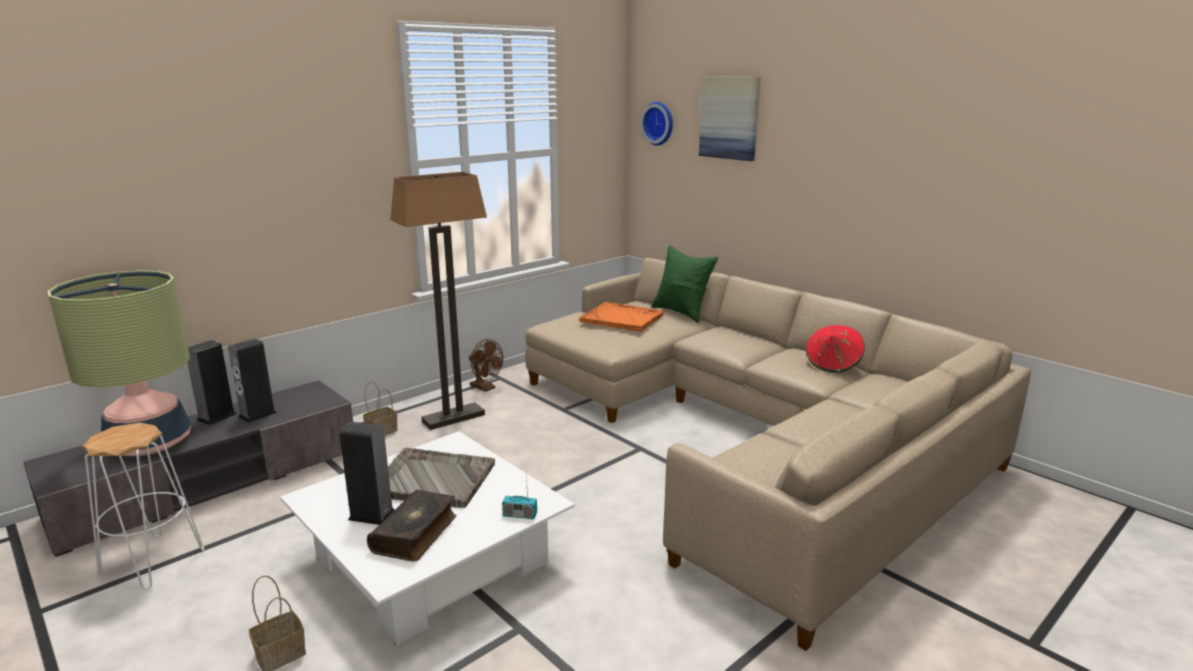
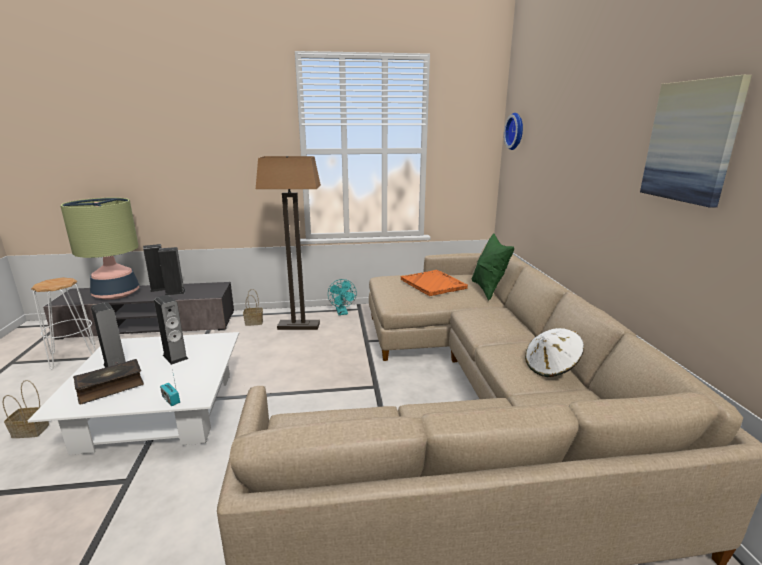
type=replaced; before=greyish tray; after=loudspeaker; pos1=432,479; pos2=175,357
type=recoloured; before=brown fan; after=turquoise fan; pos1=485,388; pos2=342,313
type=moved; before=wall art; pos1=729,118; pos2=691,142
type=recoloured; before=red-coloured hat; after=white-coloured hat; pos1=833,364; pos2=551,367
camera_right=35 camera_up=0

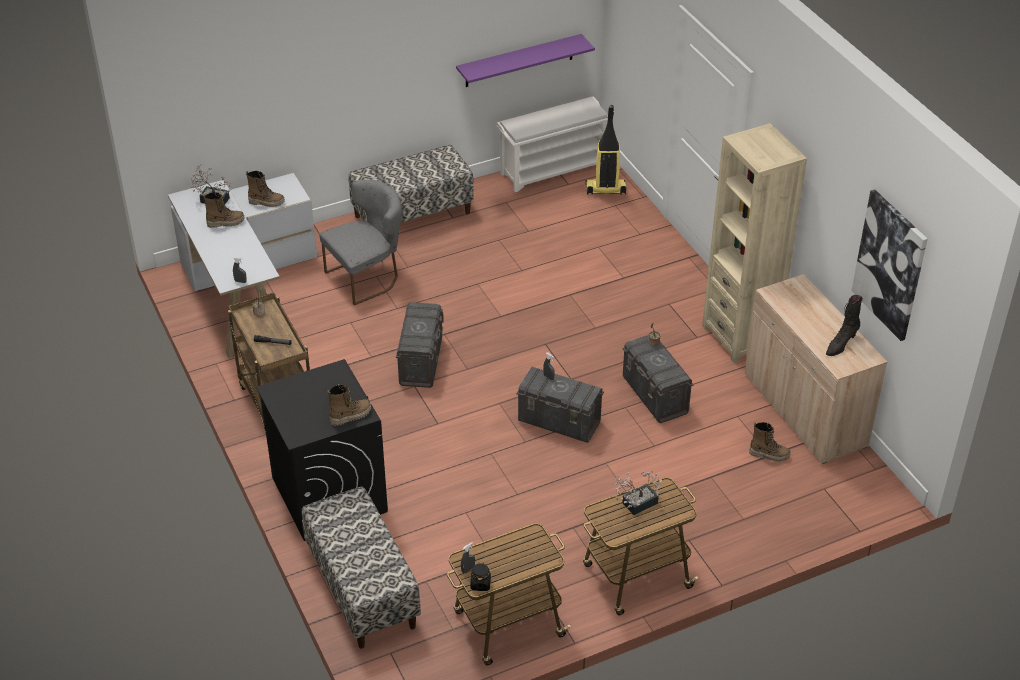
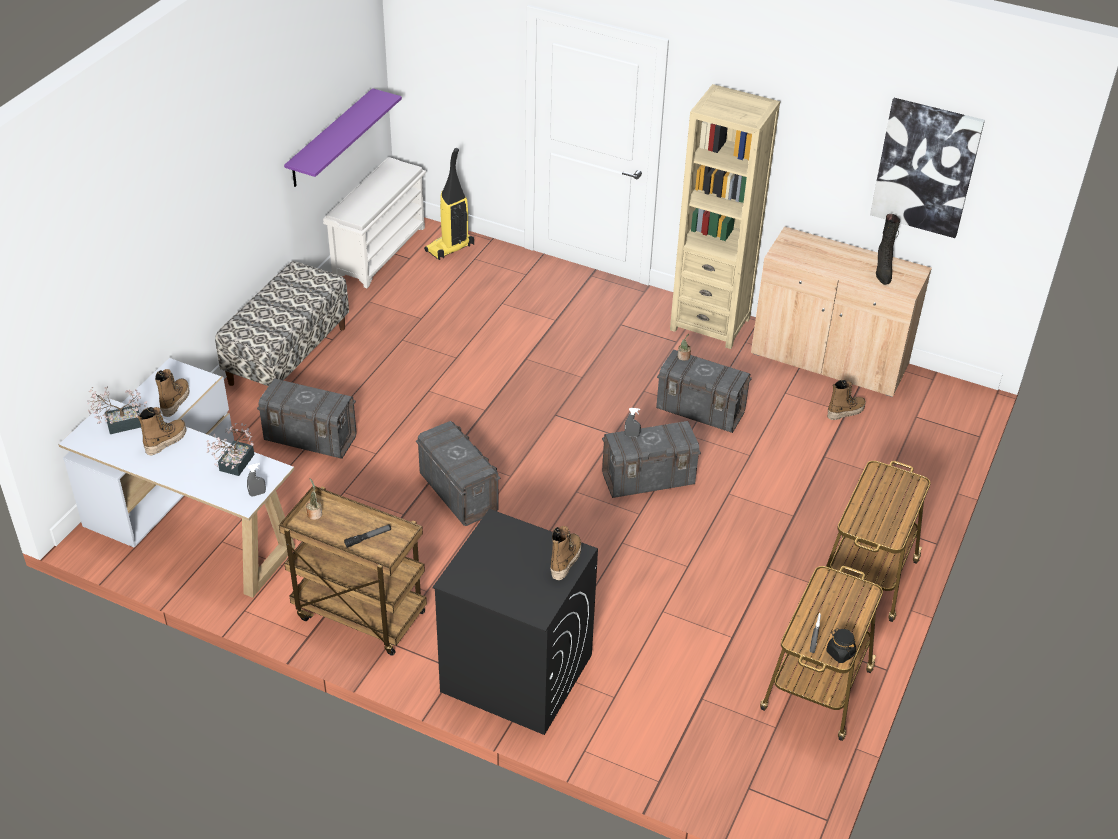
type=turned; before=high-top boot; pos1=266,202; pos2=175,401; turn=-45
type=removed; before=bench; pos1=361,589
type=replaced; before=greyish plain chair; after=greyish storage bin; pos1=367,277; pos2=310,438
type=moved; before=plant in a pot; pos1=636,504; pos2=234,465
camera_right=-40 camera_up=0

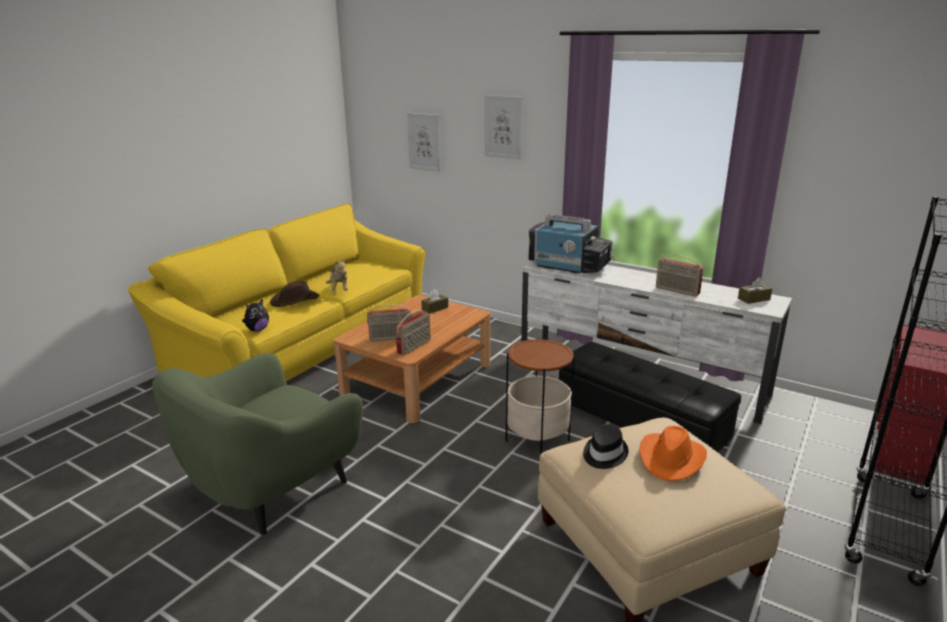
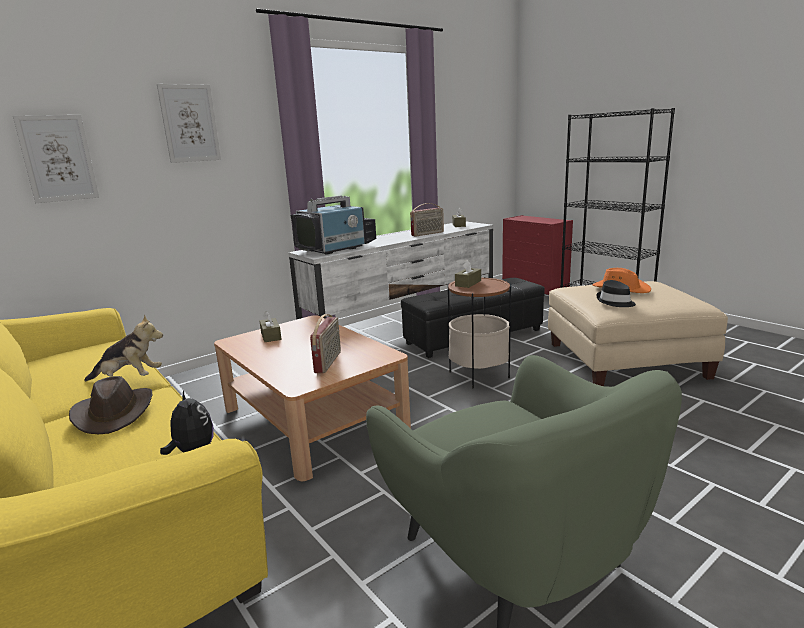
type=removed; before=radio set; pos1=414,347
type=added; after=brown tissue holder; pos2=468,283
camera_right=-70 camera_up=-5

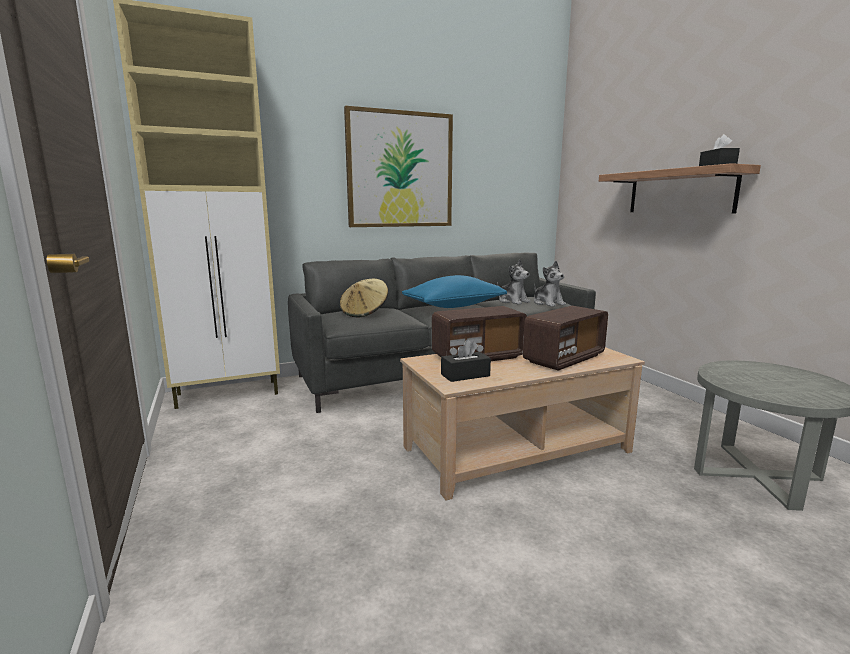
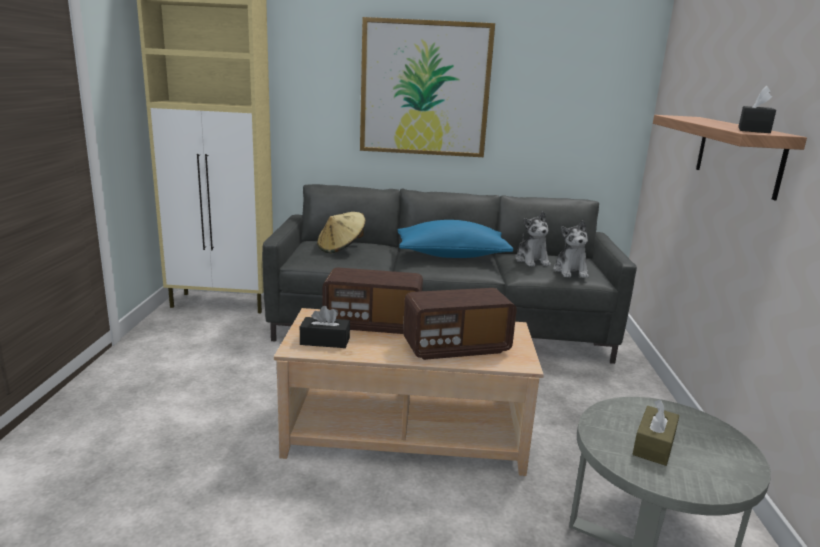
type=added; after=brown tissue holder; pos2=654,445
camera_right=25 camera_up=5

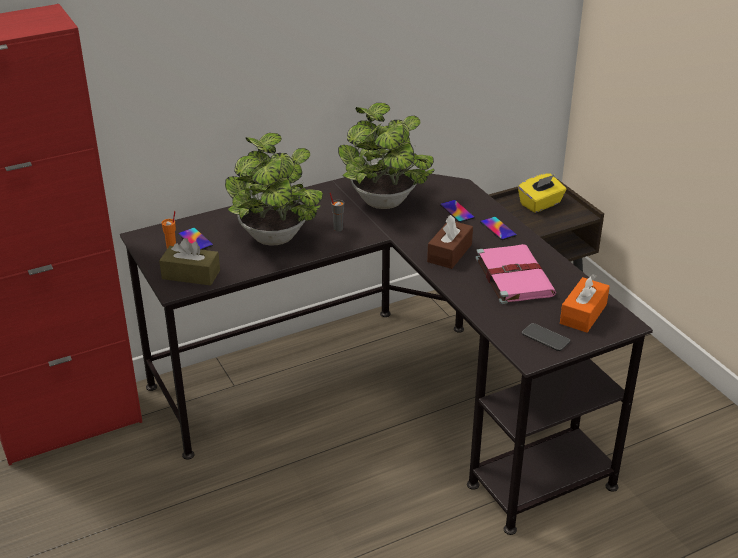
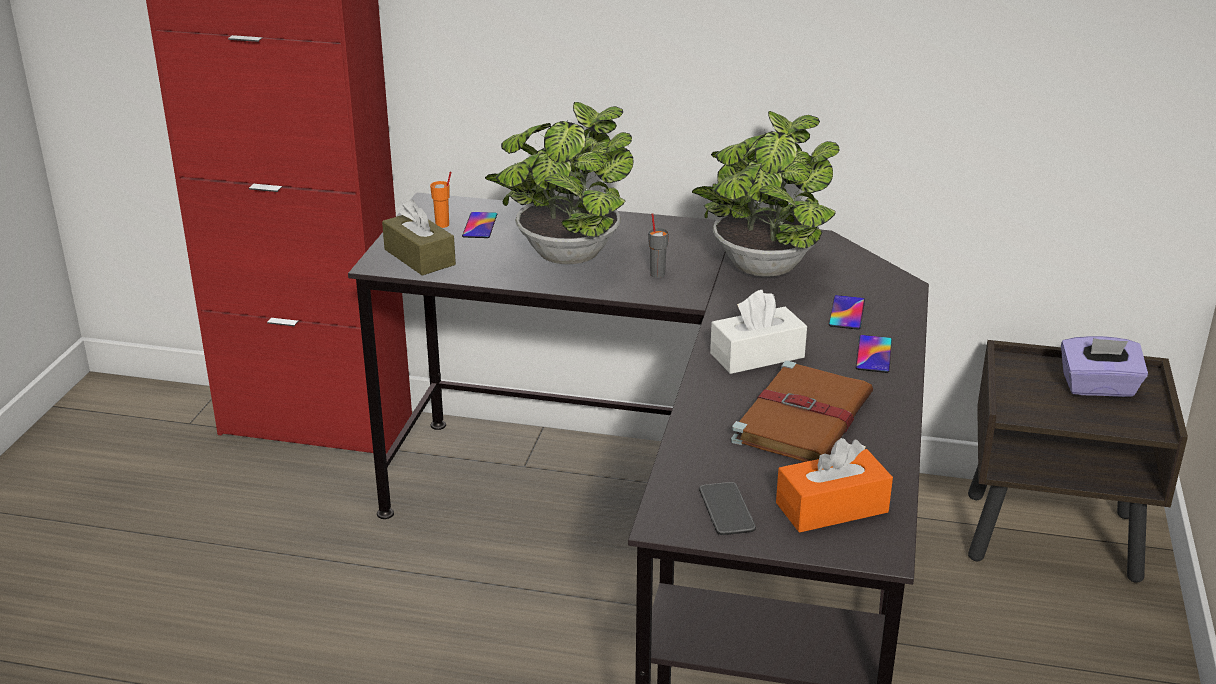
type=recoloured; before=brown tissue holder; after=white-coloured tissue holder; pos1=449,253; pos2=757,355
type=recoloured; before=pink-coloured volume; after=brown volume; pos1=513,276; pos2=803,417
type=recoloured; before=yellowish tissue holder; after=purple-coloured tissue holder; pos1=540,204; pos2=1098,387
camera_right=40 camera_up=-5

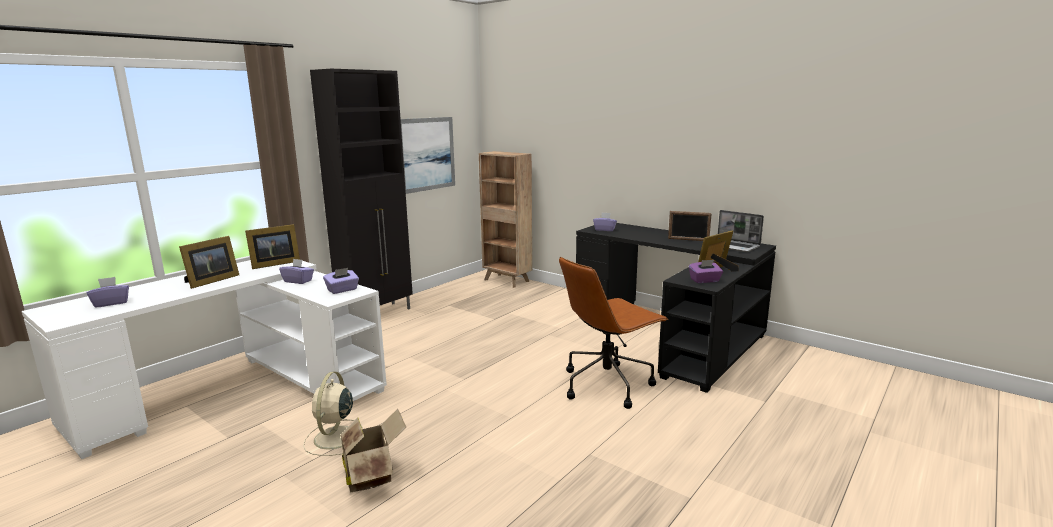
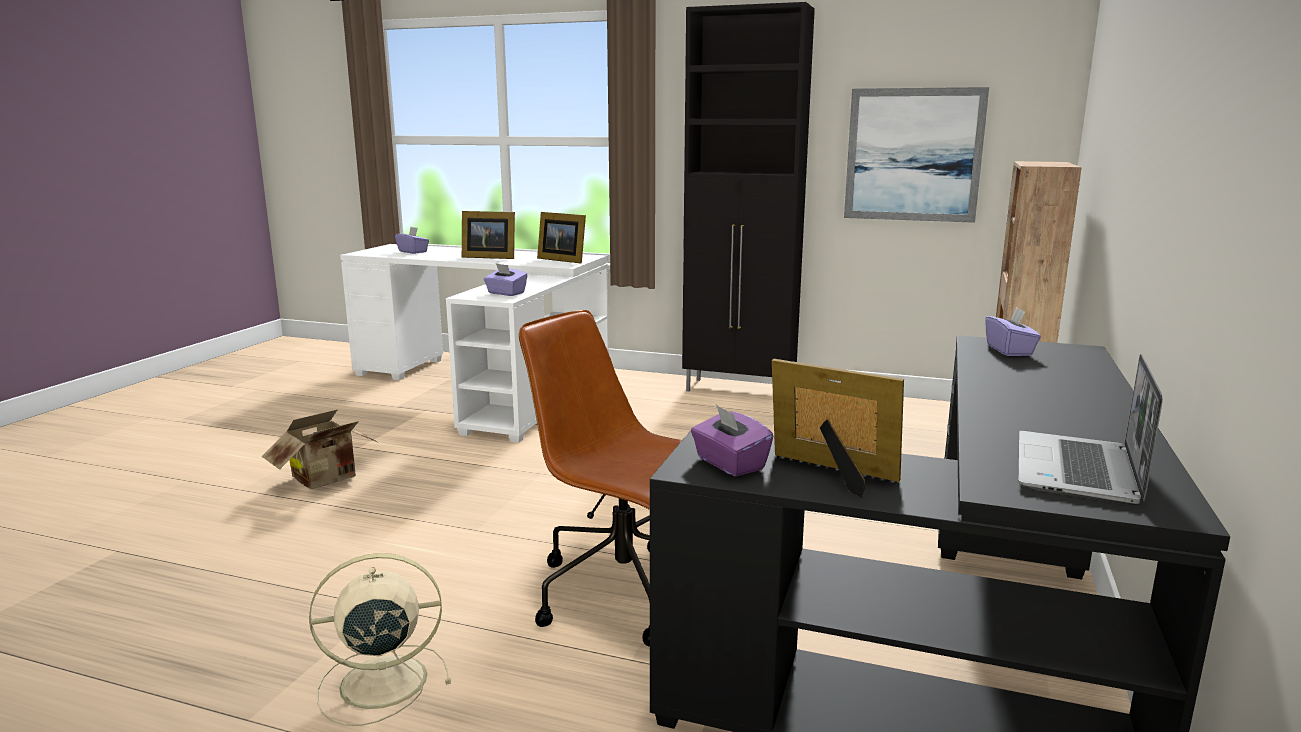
type=removed; before=purple-coloured tissue holder; pos1=298,281
type=moved; before=beige-coloured fan; pos1=334,438; pos2=379,682
type=removed; before=standing frame; pos1=688,240
camera_right=70 camera_up=0

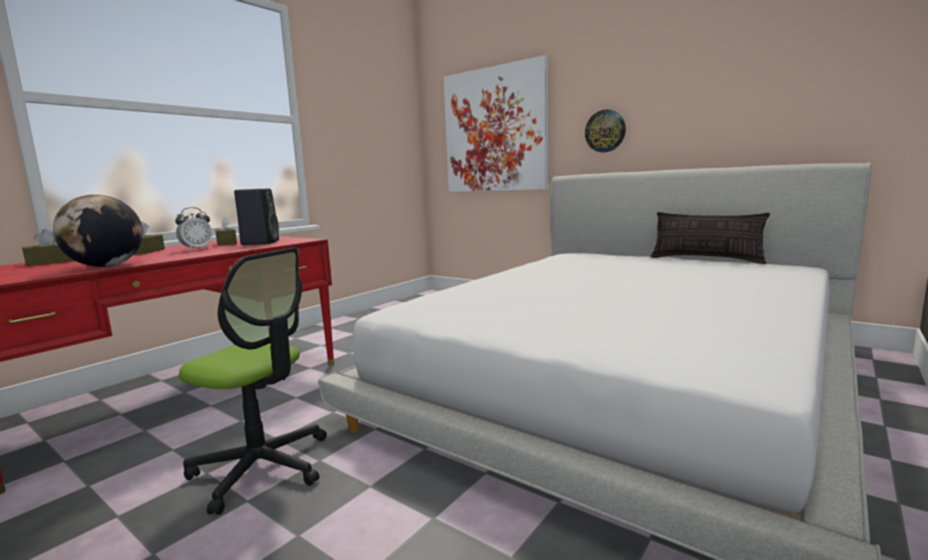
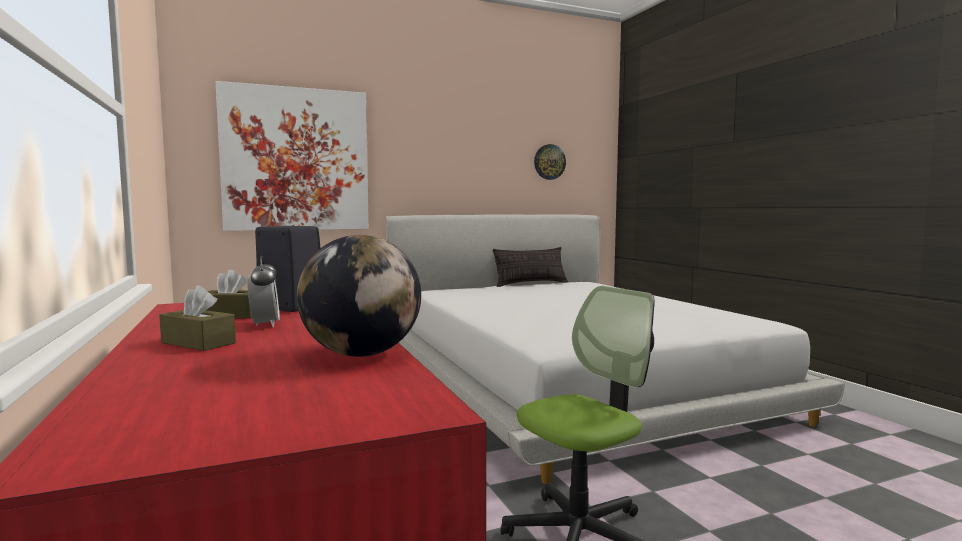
type=removed; before=brown tissue holder; pos1=52,262
type=moved; before=clock on the wall; pos1=605,131; pos2=549,162
camera_right=-60 camera_up=-5

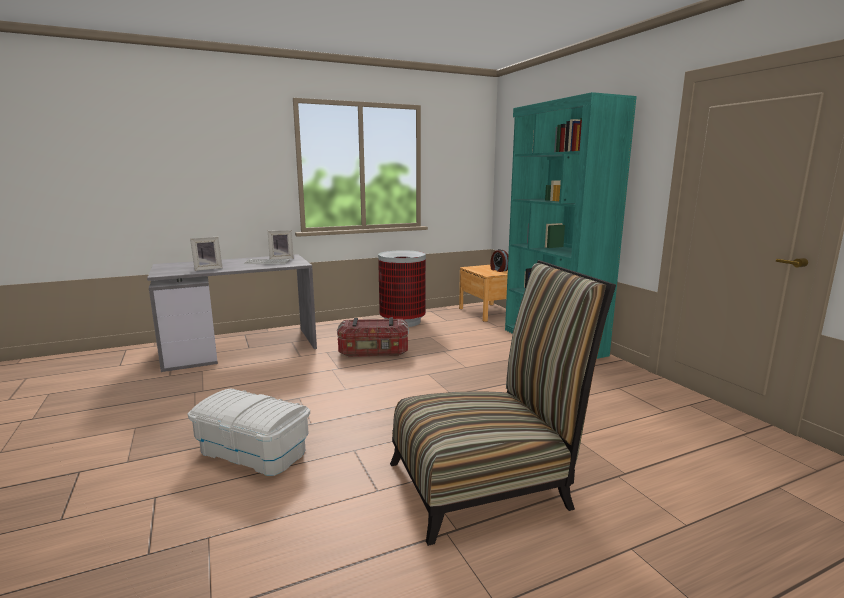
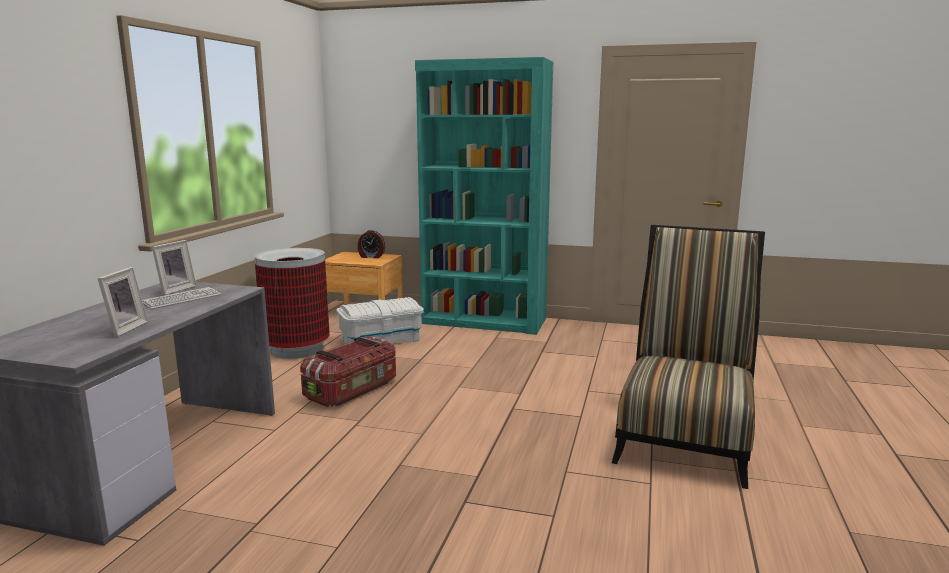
type=moved; before=white-coloured storage bin; pos1=253,451; pos2=381,340
camera_right=-50 camera_up=0

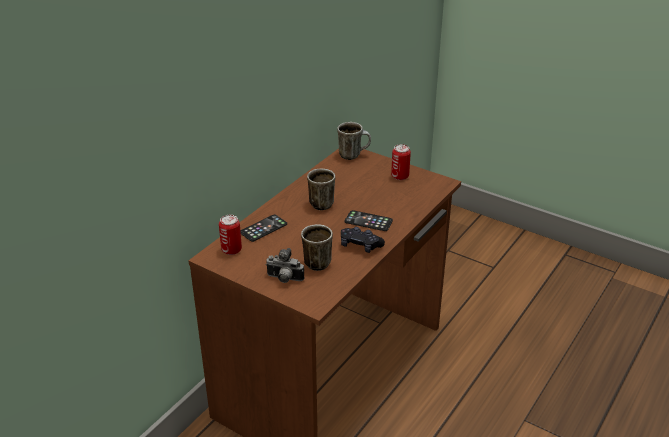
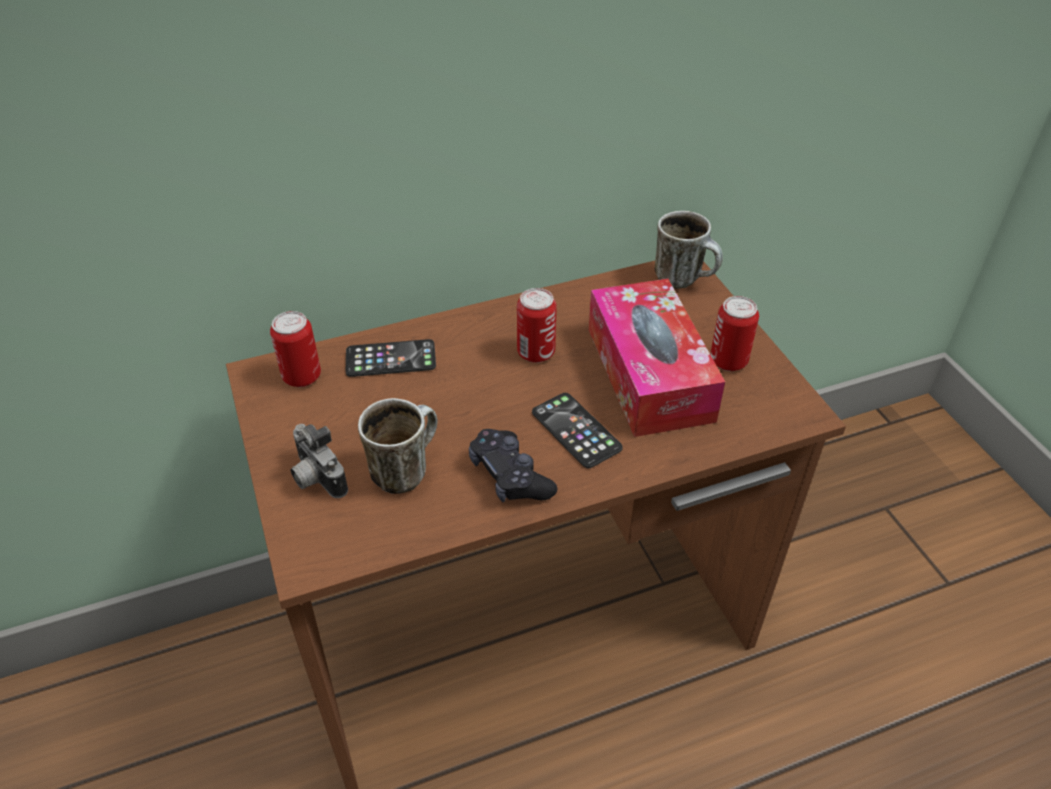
type=replaced; before=coffee mug; after=can; pos1=322,202; pos2=536,352
type=added; after=tissue holder; pos2=649,374
camera_right=35 camera_up=10

